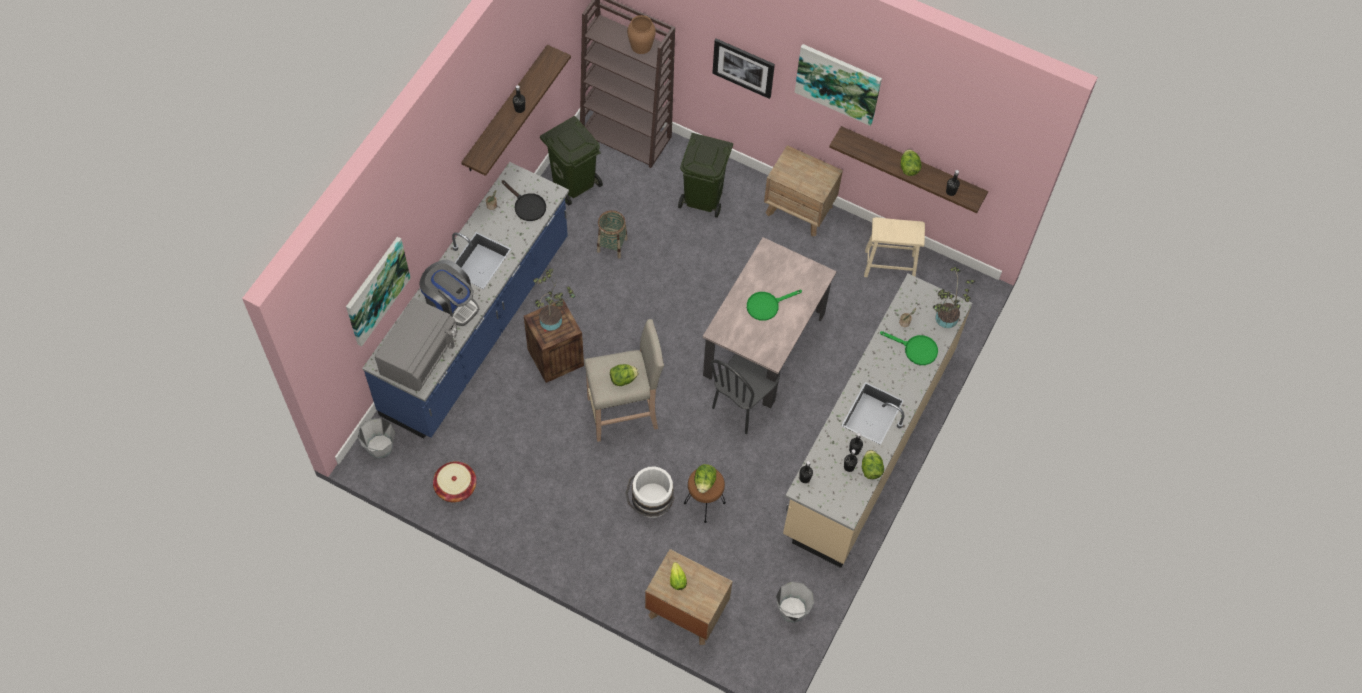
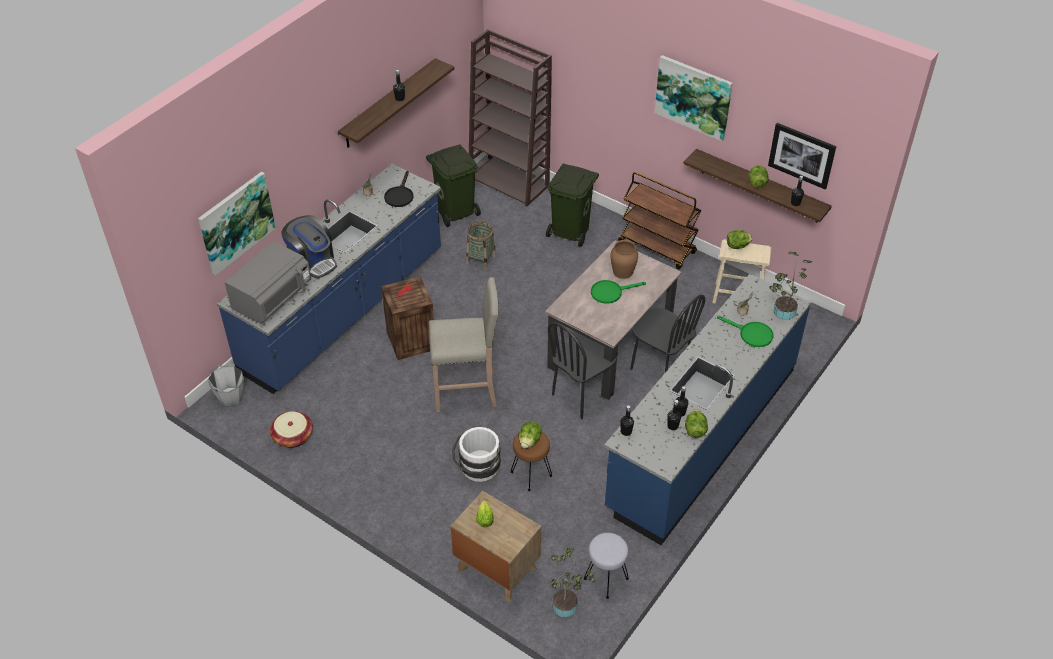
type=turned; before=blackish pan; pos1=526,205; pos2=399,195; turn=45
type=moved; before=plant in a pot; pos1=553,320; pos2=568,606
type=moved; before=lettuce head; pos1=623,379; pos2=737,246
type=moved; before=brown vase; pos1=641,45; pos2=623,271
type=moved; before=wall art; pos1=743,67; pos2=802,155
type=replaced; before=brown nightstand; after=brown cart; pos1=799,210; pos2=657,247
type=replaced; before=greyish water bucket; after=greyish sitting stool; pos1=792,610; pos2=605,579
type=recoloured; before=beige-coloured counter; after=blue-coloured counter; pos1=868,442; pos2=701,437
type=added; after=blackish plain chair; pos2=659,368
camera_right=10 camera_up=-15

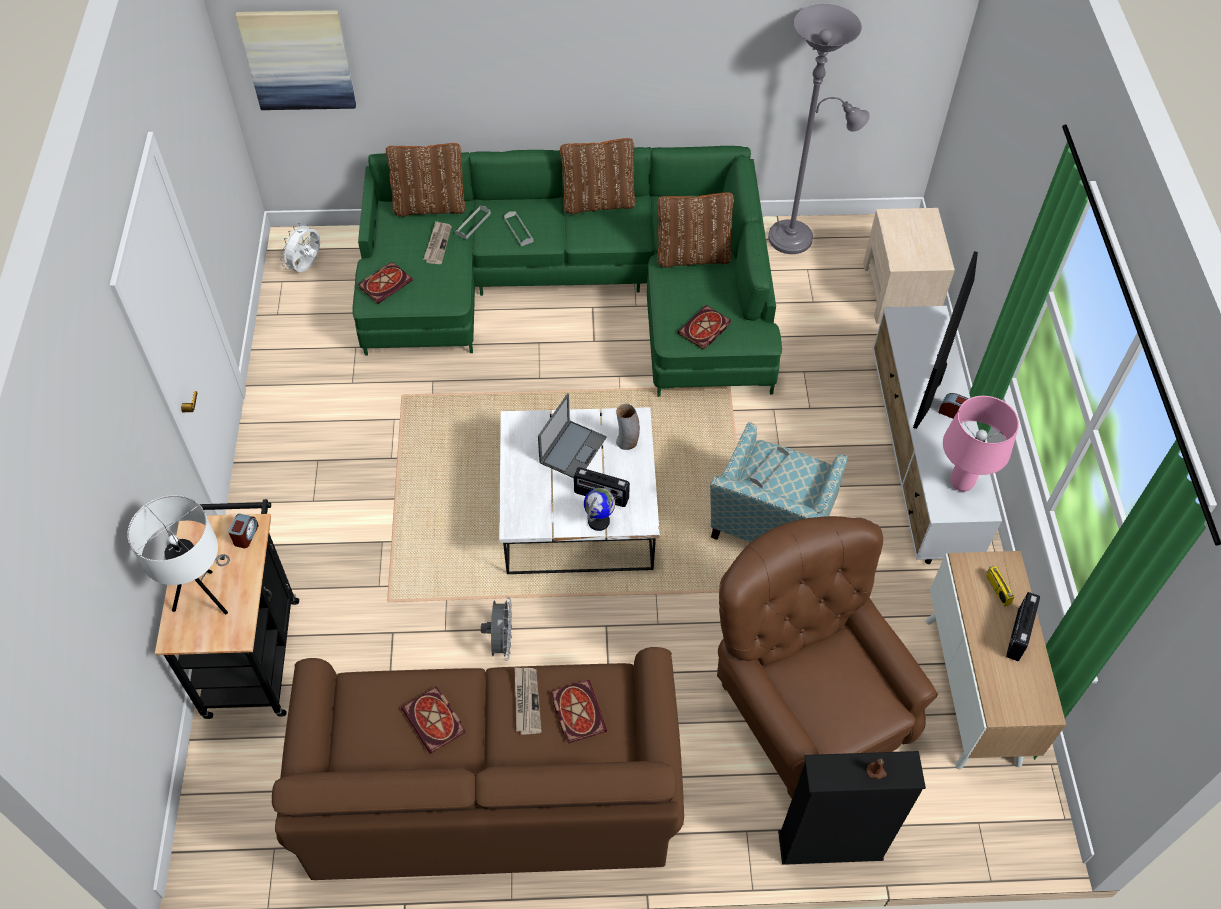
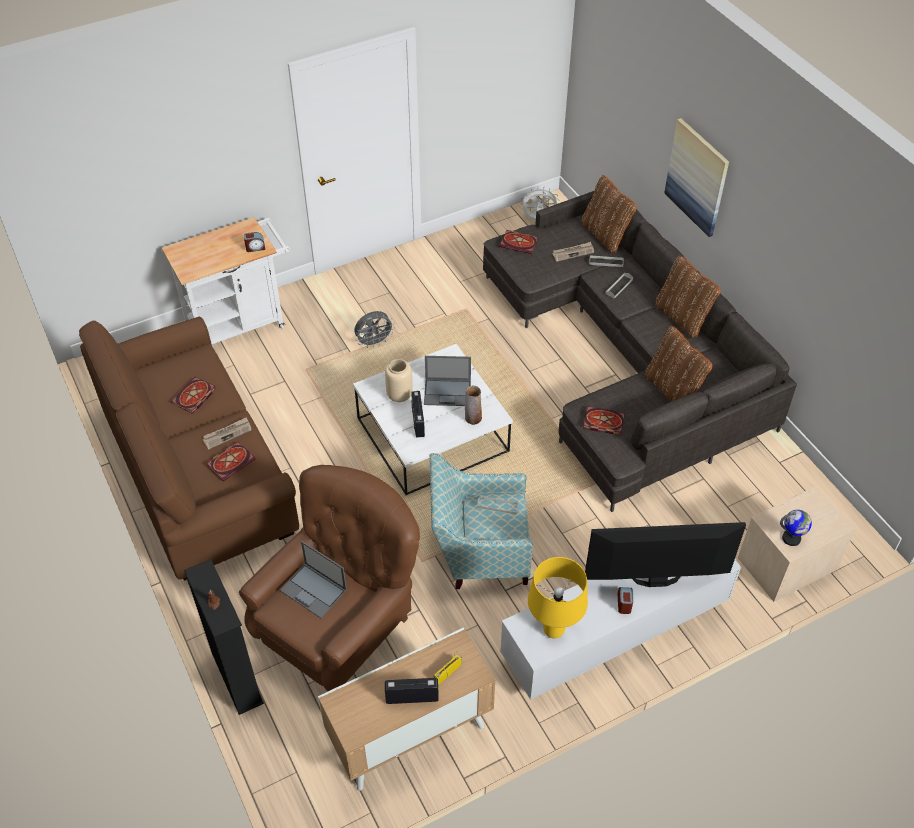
type=removed; before=white-coloured lamp for a table; pos1=205,596
type=recoloured; before=blackish cart; after=white-coloured cart; pos1=253,649; pos2=241,324
type=moved; before=wall art; pos1=298,59; pos2=697,177
type=recoloured; before=green settee; after=greyish settee; pos1=577,287; pos2=628,359
type=moved; before=greyish fan; pos1=501,642; pos2=374,342
type=moved; before=world globe; pos1=599,521; pos2=791,538
type=removed; before=greyish standing lamp; pos1=796,238
type=recoloured; before=pink-coloured lamp for a table; after=yellowish lamp for a table; pos1=961,483; pos2=554,631
type=added; after=portable computer; pos2=314,590
type=added; after=beige-coloured vase; pos2=399,395
camera_right=65 camera_up=-5

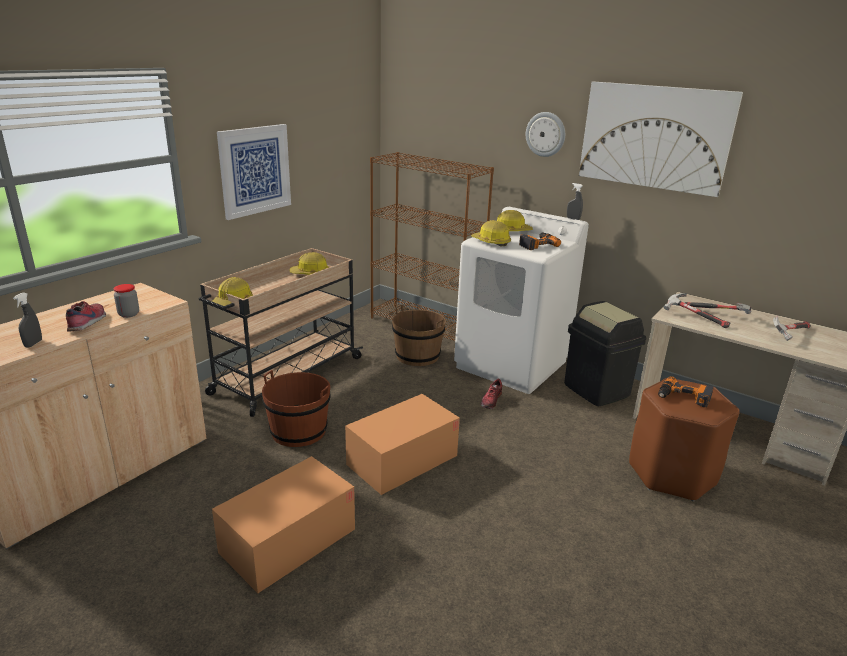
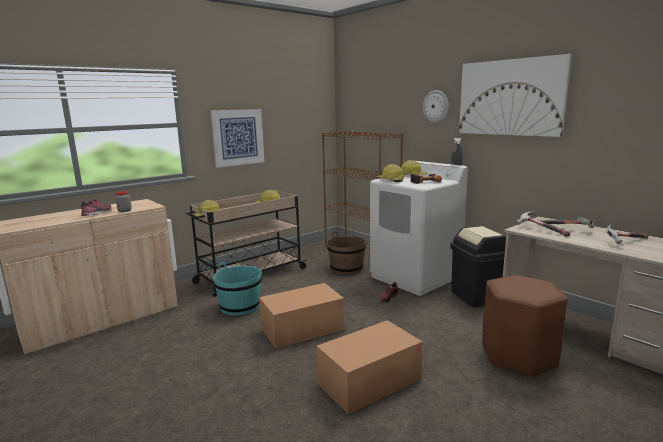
type=removed; before=greyish hand sprayer; pos1=33,344
type=moved; before=packing box; pos1=288,540; pos2=369,381
type=recoloured; before=brown water bucket; after=turquoise water bucket; pos1=299,431; pos2=240,306
type=removed; before=electric drill; pos1=683,398
camera_right=15 camera_up=-10

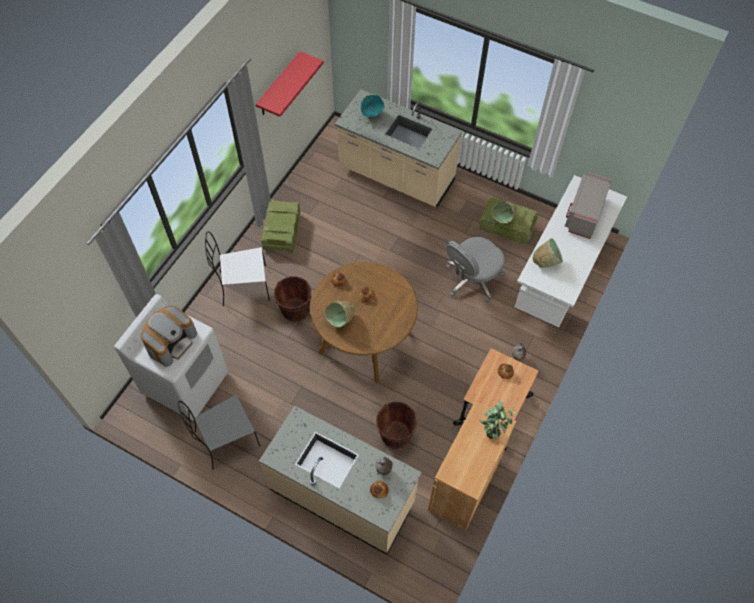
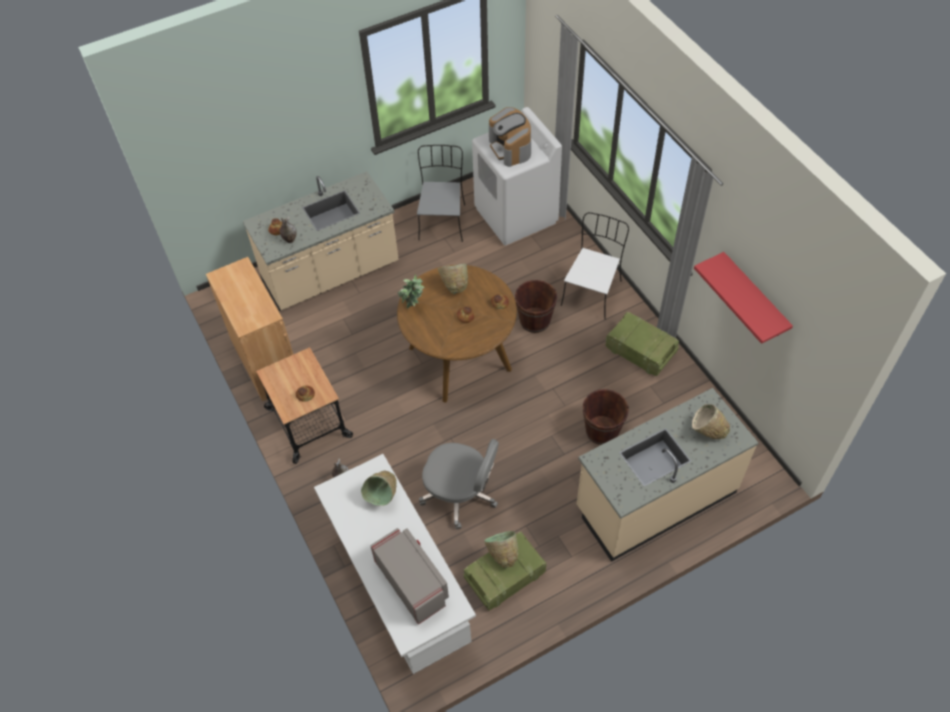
type=recoloured; before=turquoise bowl; after=beige-coloured bowl; pos1=371,114; pos2=707,432
type=moved; before=brown water bucket; pos1=395,435; pos2=602,431
type=turned; before=greyish office chair; pos1=472,279; pos2=460,494; turn=120
type=moved; before=plant in a pot; pos1=493,430; pos2=413,307
camera_right=125 camera_up=-5

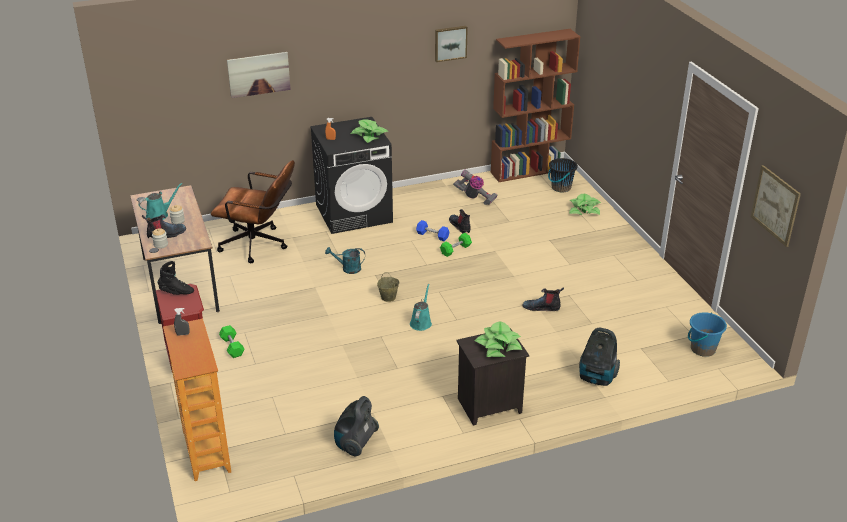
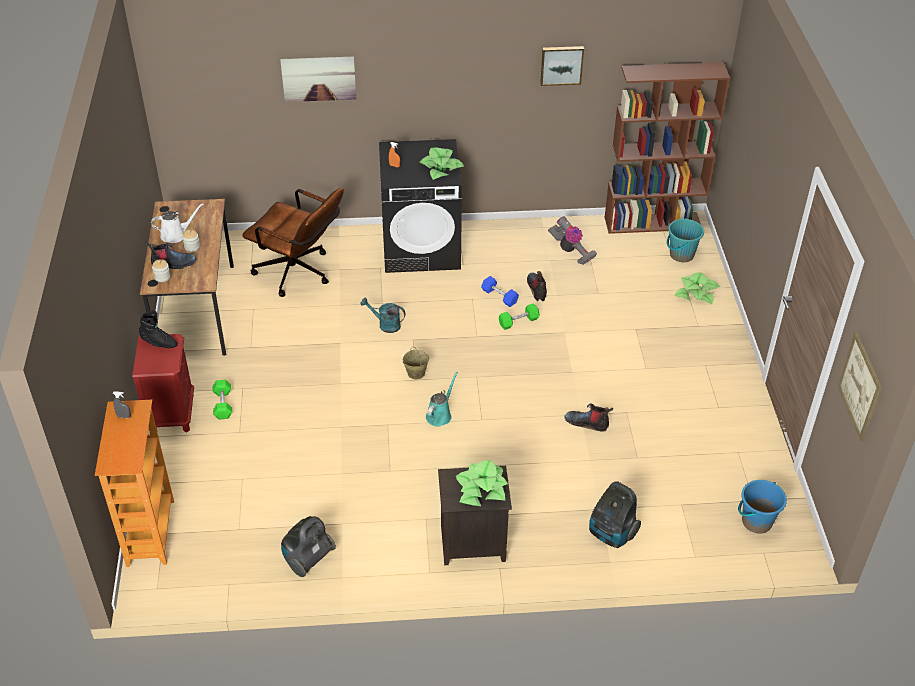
type=recoloured; before=turquoise sprinkling can; after=white-coloured sprinkling can; pos1=159,215; pos2=175,235
type=recoloured; before=blackish water bucket; after=turquoise water bucket; pos1=561,187; pos2=681,255
camera_right=15 camera_up=10

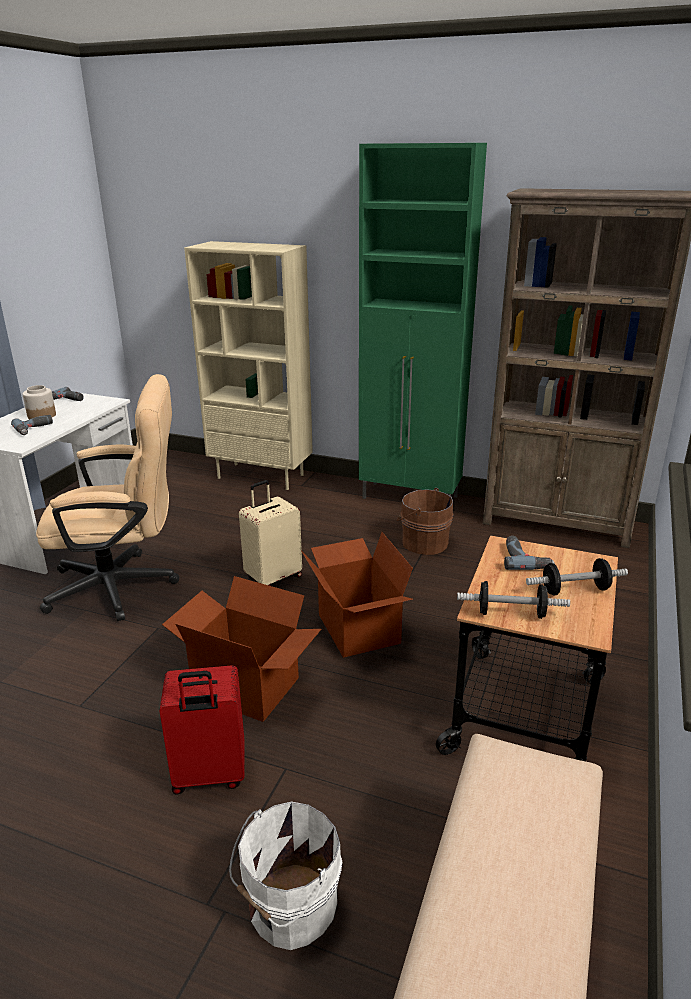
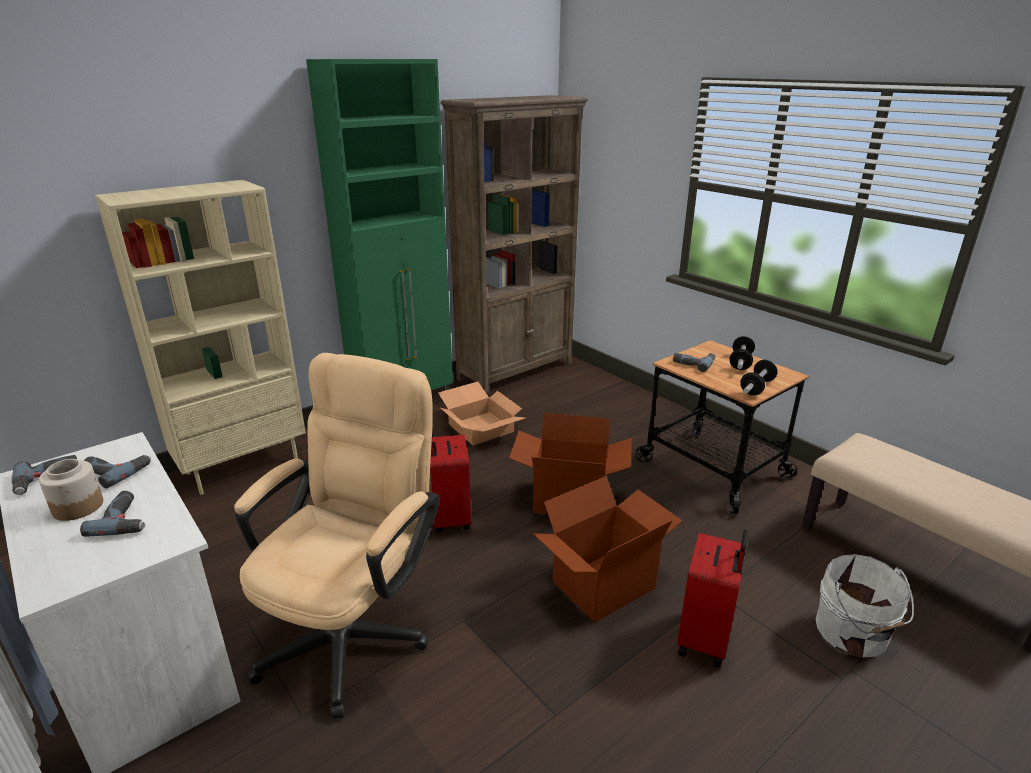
type=recoloured; before=beige-coloured travel case; after=red-coloured travel case; pos1=273,577; pos2=449,518
type=replaced; before=brown water bucket; after=packing box; pos1=423,542; pos2=480,427
type=added; after=electric drill; pos2=116,470
camera_right=-60 camera_up=0

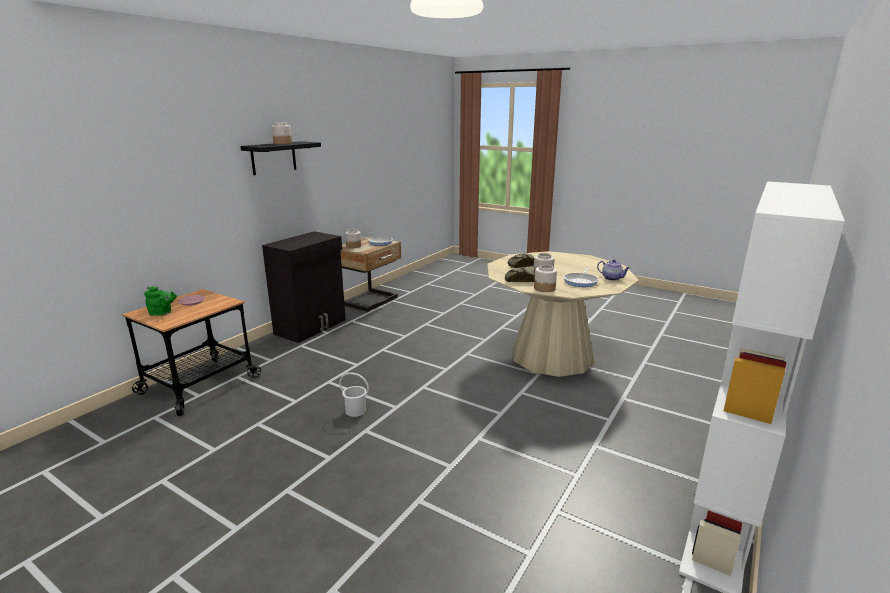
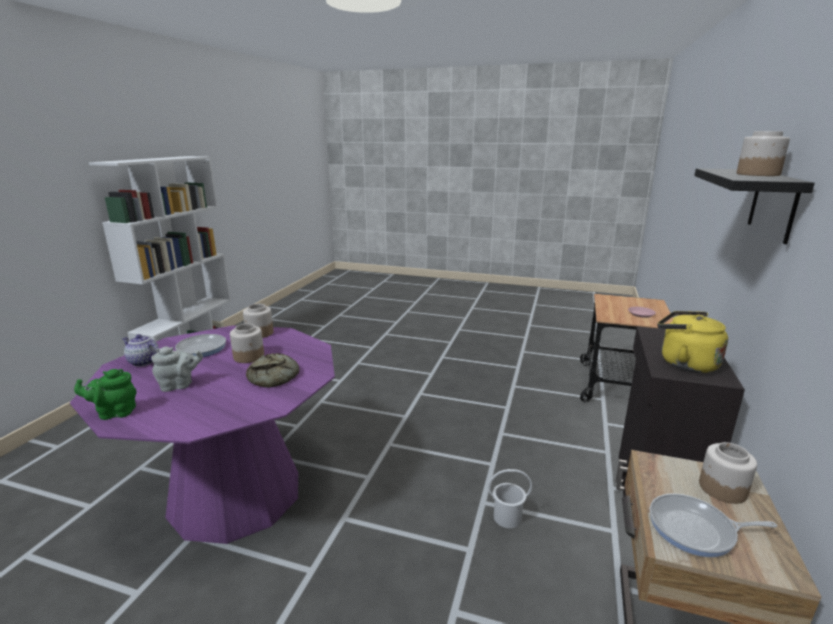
type=moved; before=green tea pot; pos1=162,313; pos2=114,413
type=moved; before=white-coloured water bucket; pos1=355,410; pos2=507,518
type=recoloured; before=beige-coloured kitchen table; after=purple-coloured kitchen table; pos1=552,356; pos2=235,493
type=removed; before=bread; pos1=520,280
type=added; after=greyish tea pot; pos2=179,385
type=added; after=yellowish tea kettle; pos2=684,363
camera_right=165 camera_up=0

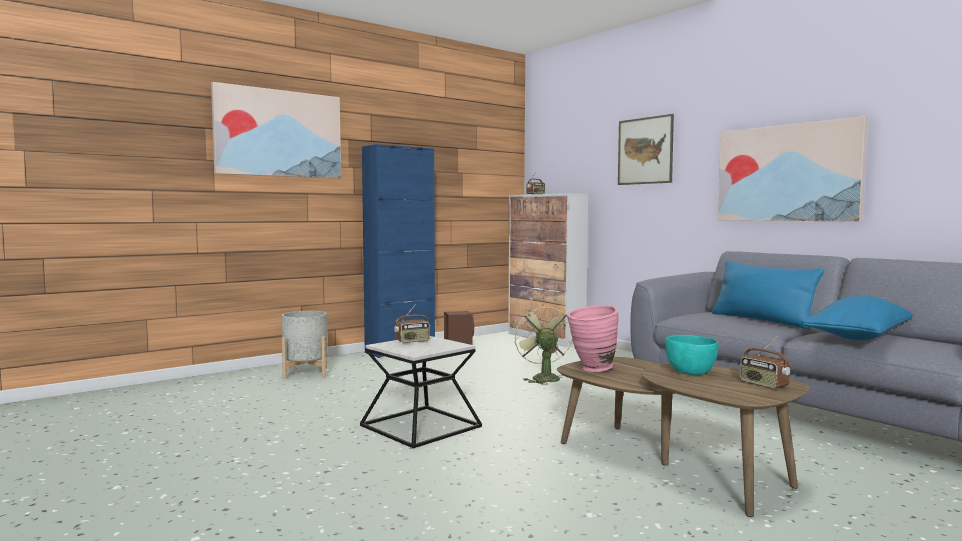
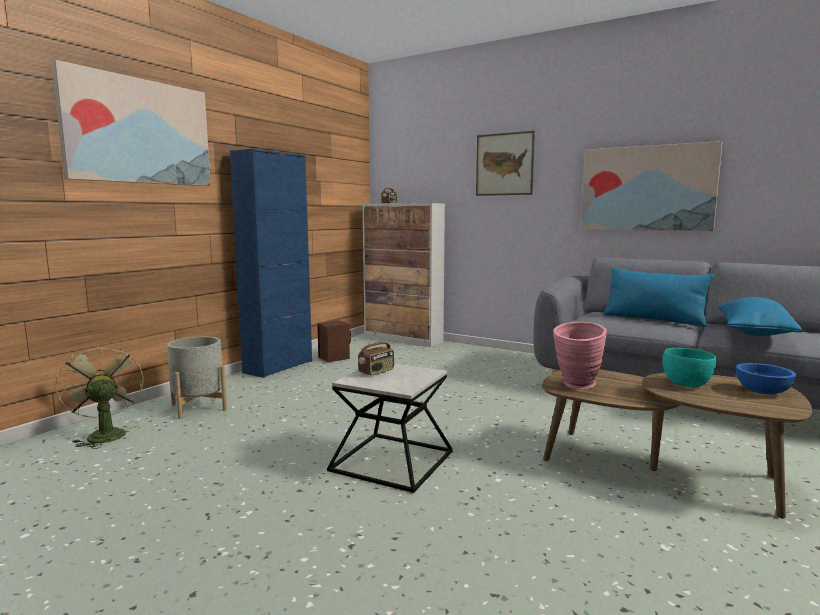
type=moved; before=green fan; pos1=543,377; pos2=104,434
type=replaced; before=radio set; after=blue-coloured bowl; pos1=763,385; pos2=762,392
camera_right=-20 camera_up=5

